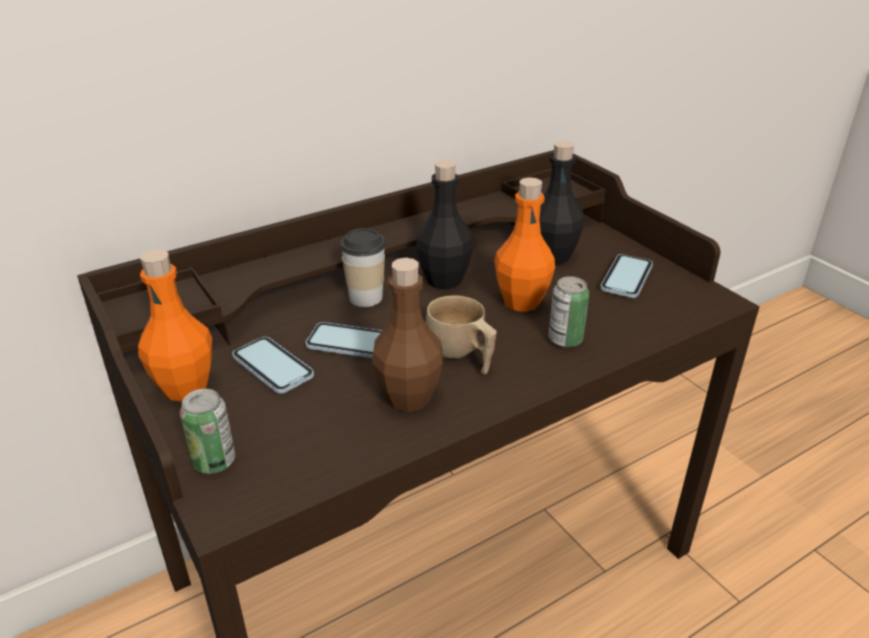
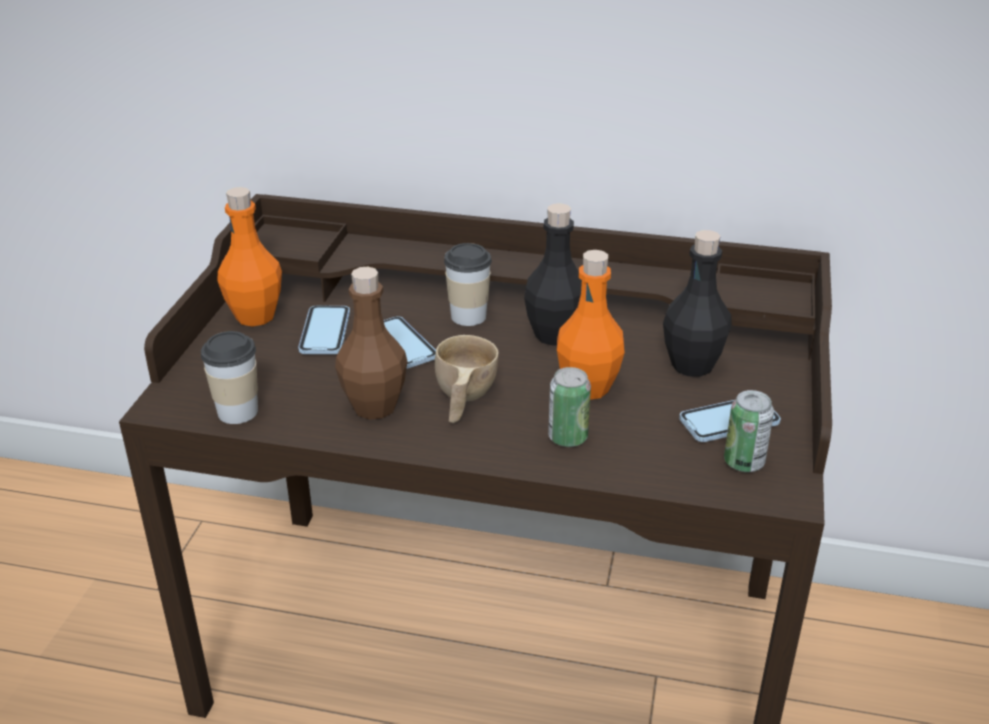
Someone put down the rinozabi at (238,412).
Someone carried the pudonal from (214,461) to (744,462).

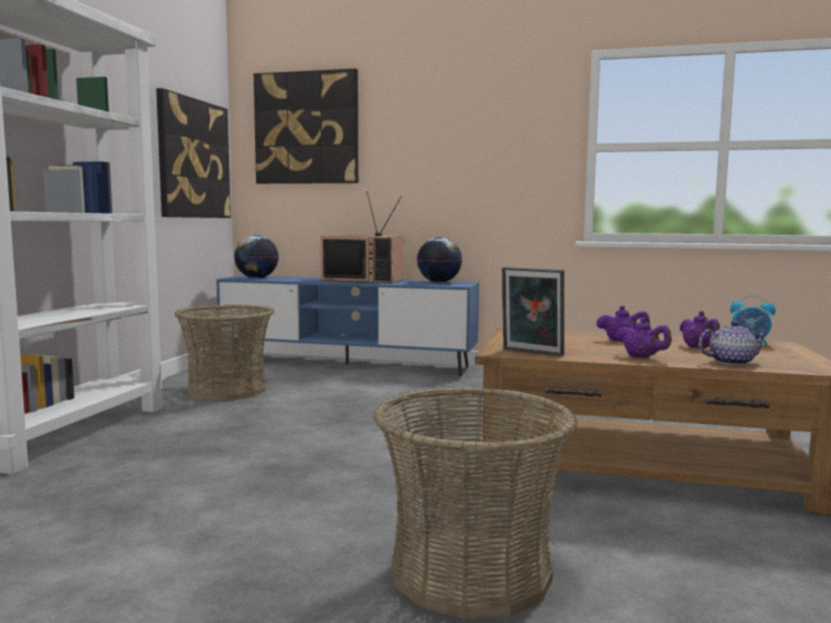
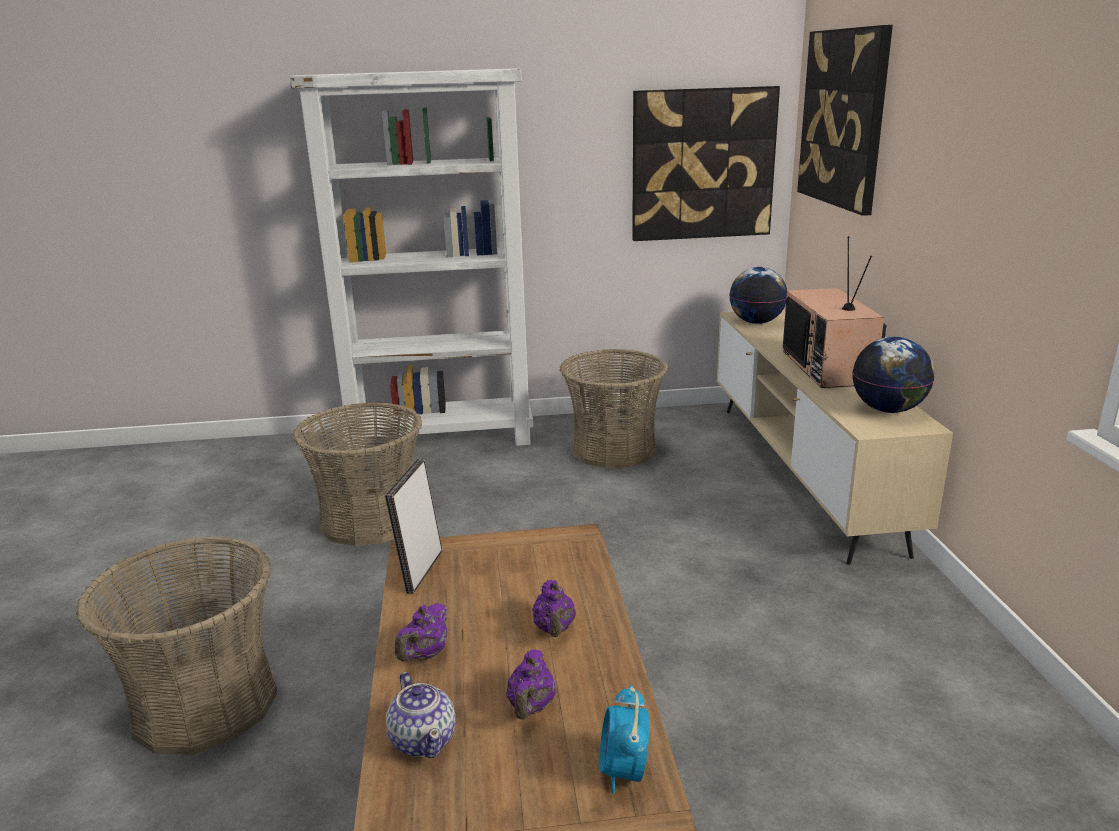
Someone put down the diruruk at (370,519).
Someone rotated the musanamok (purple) at (699,348) by 45 degrees counterclockwise.
Someone repainted the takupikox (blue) at (347,364), which became the takupikox (beige) at (801,472).

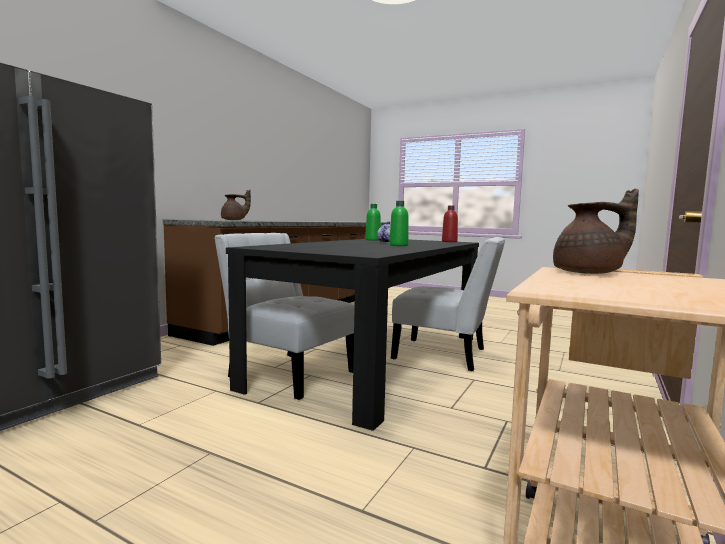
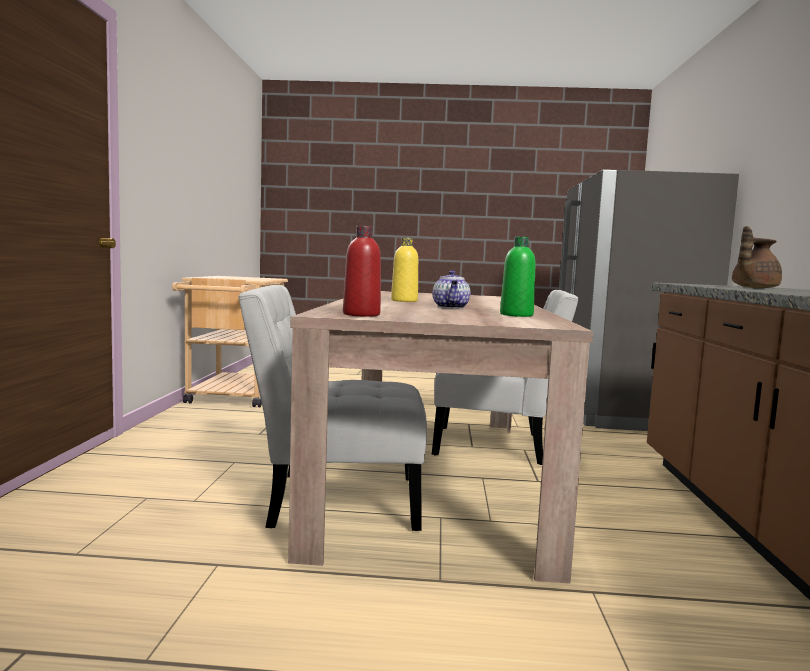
Someone repainted the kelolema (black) at (374,360), which became the kelolema (beige) at (432,474).
Someone repainted the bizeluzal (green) at (398,245), which became the bizeluzal (yellow) at (404,301).
Someone took away the musanamok (brown) at (590,273).

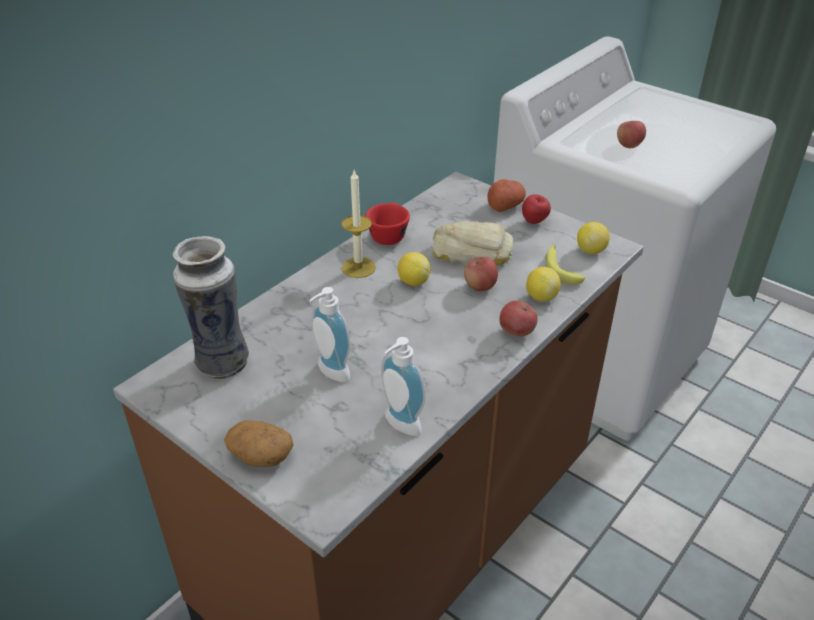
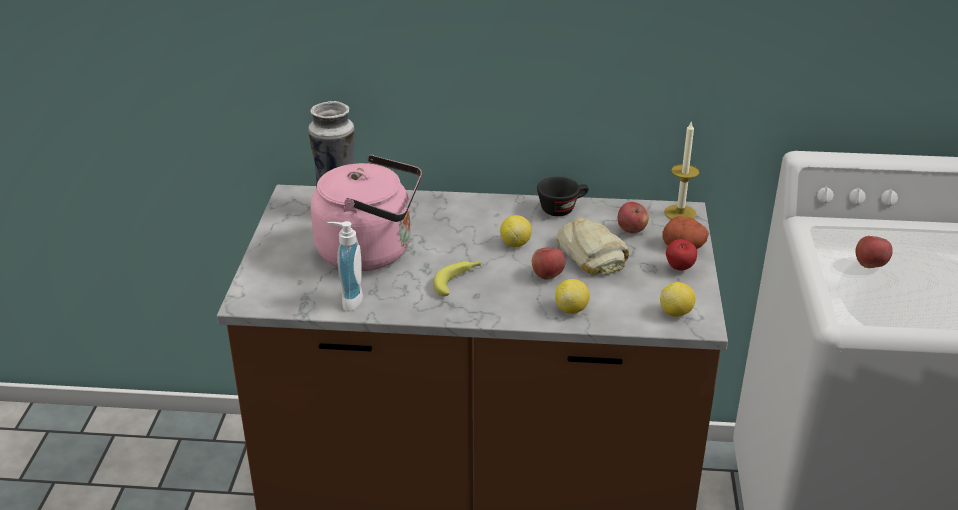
Someone swapped the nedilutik at (330,373) for the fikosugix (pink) at (371,252).
Someone carried the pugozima from (560,267) to (458,281).
Someone repainted the rinozabi (red) at (388,234), which became the rinozabi (black) at (562,208).
Someone carried the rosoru from (516,332) to (631,230).
Someone carried the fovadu from (358,267) to (680,213).
Someone took away the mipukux at (260,455).

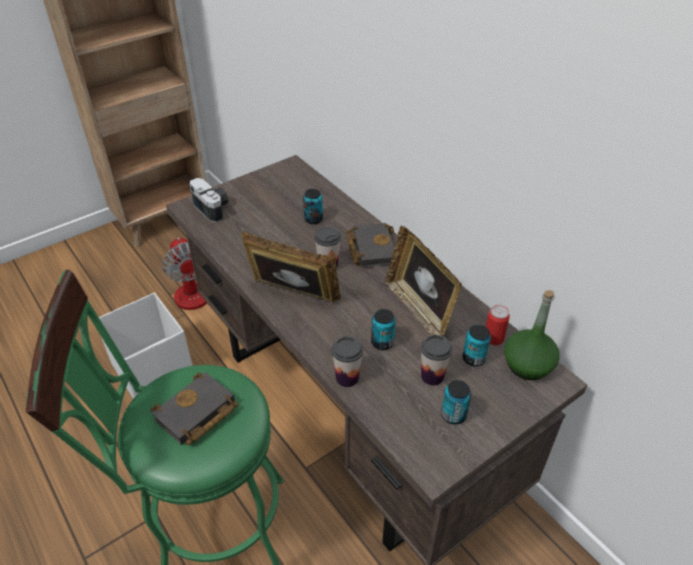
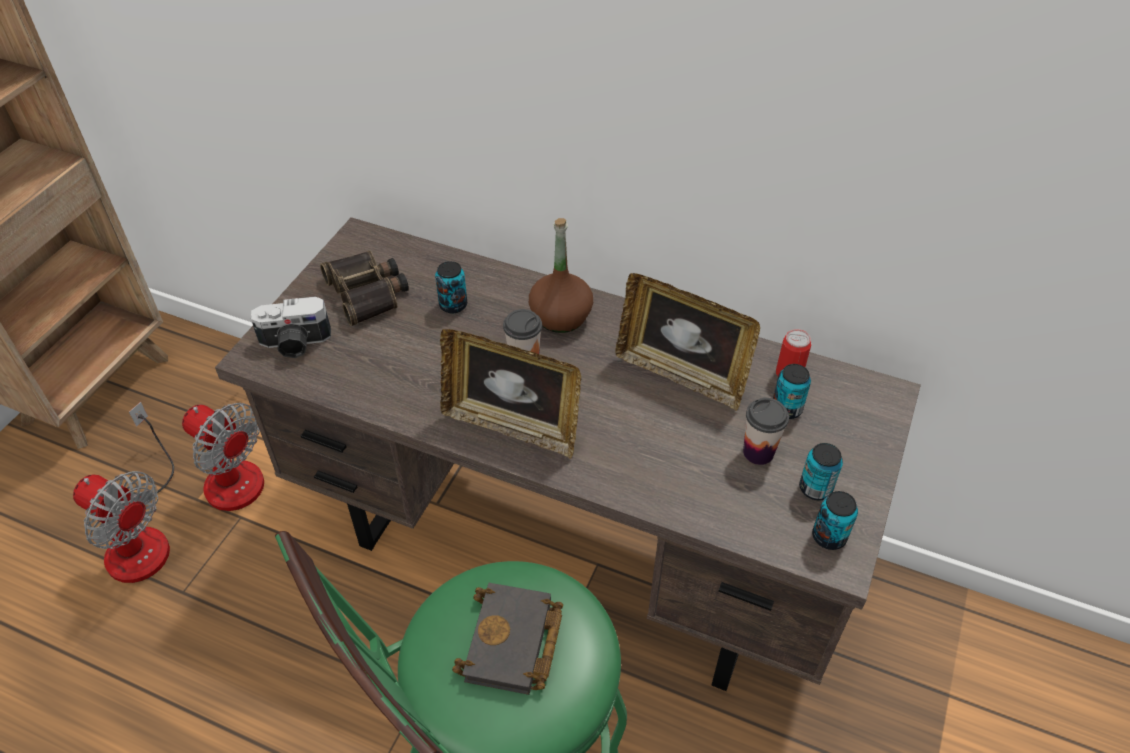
Someone put down the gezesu at (142,535).
Someone rotated the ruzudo at (213,208) by 150 degrees clockwise.
Someone put down the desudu at (368,292).
Someone rotated the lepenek at (292,296) by 150 degrees counterclockwise.
Someone swapped the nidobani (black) at (370,248) for the bizeluzal (brown) at (560,316).
Someone carried the pudonal from (382,343) to (829,536).
Someone took away the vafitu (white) at (153,370).
Someone took away the rinozabi at (347,378).
Someone took away the bizeluzal (green) at (527,365).

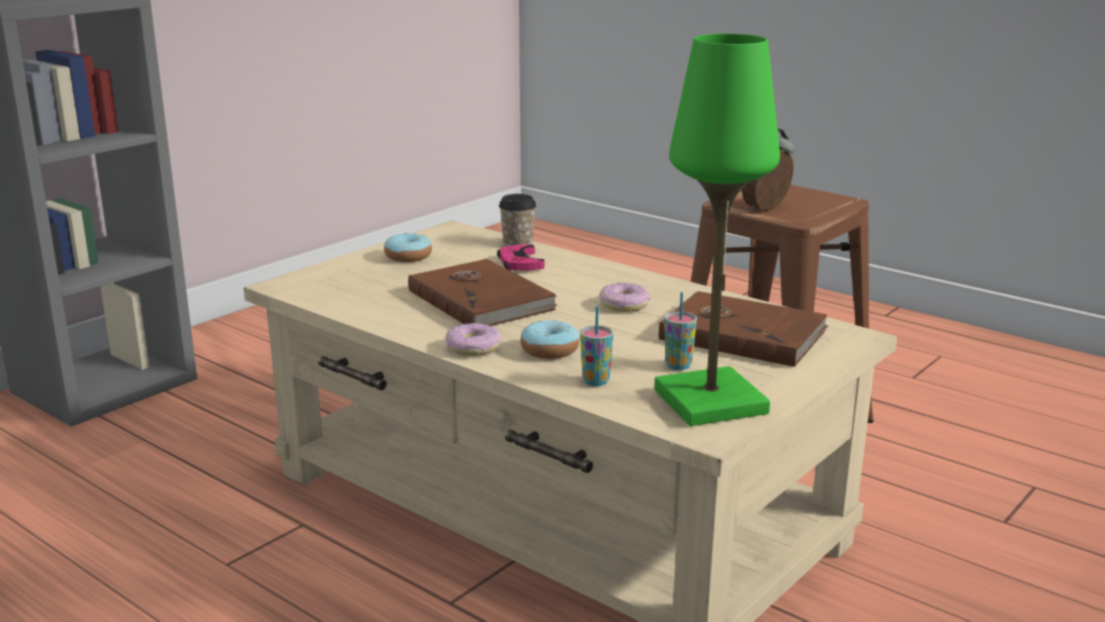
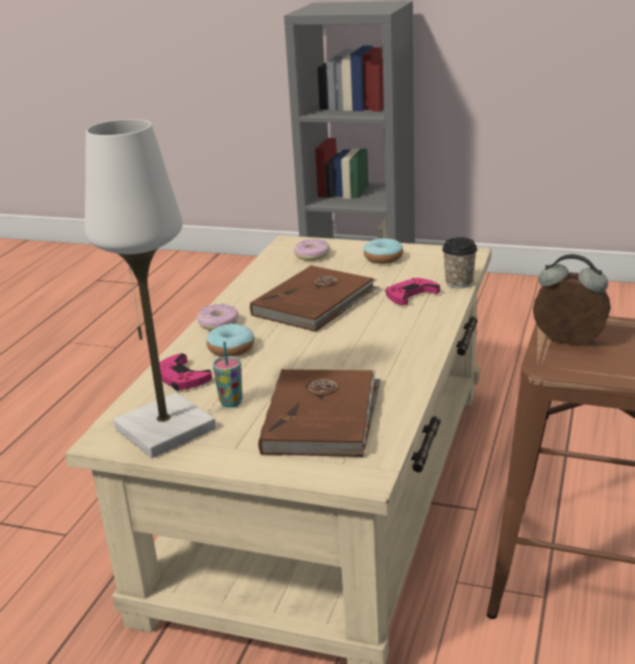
Someone repainted the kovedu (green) at (711,402), which became the kovedu (white) at (165,429).
Someone swapped the rinozabi at (596,381) for the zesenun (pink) at (181,378).
Someone carried the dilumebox from (623,305) to (312,255).

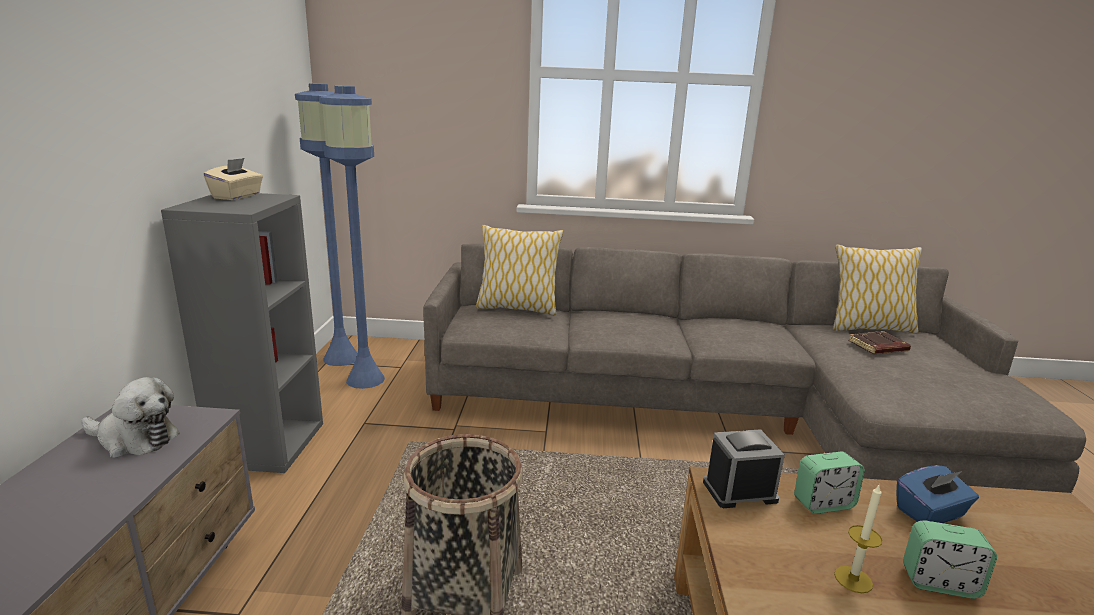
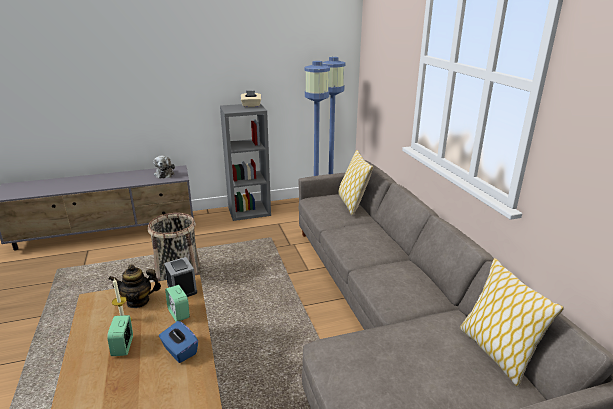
Someone put down the musanamok at (138,301).
Someone took away the nidobani (brown) at (878,347).

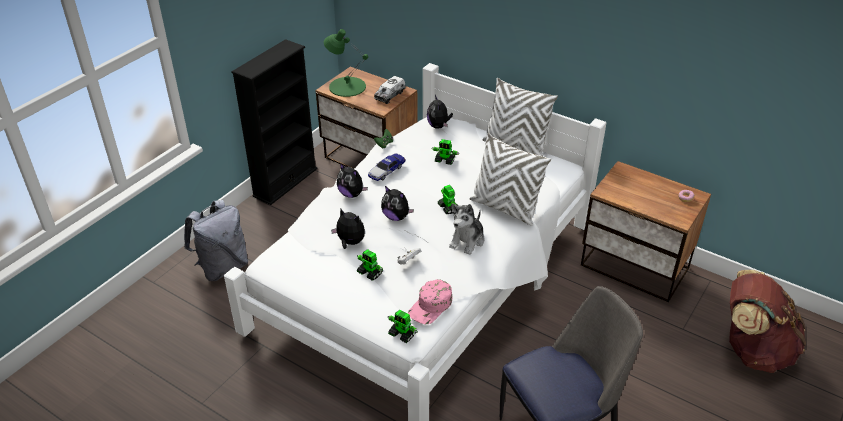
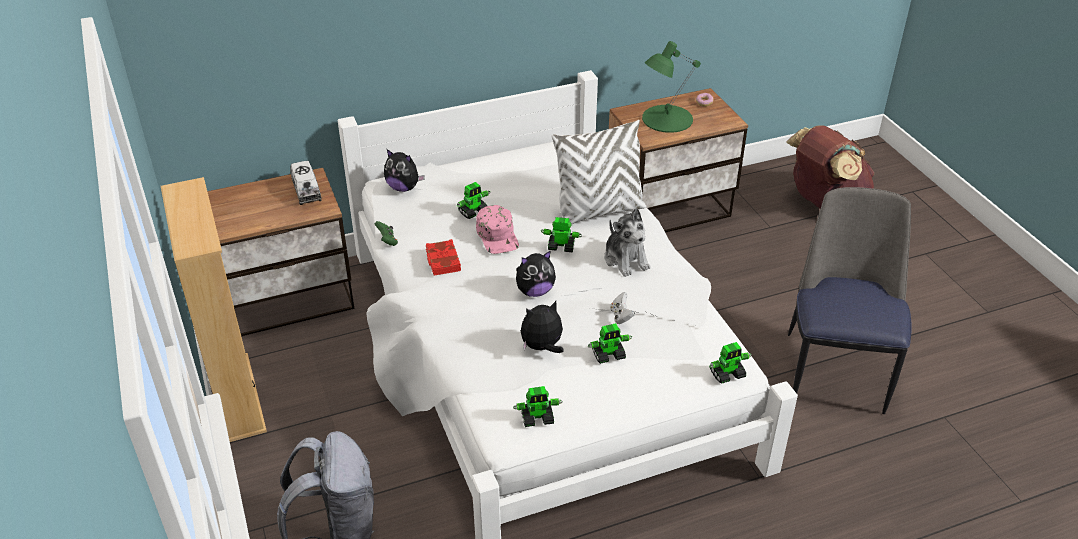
Someone repainted the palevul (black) at (285,182), which became the palevul (beige) at (237,397).
Someone swapped the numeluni at (386,170) for the nidobani (red) at (442,261).
Someone carried the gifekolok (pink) from (431,306) to (498,236).
Someone put down the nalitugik at (537,418).
Someone carried the kovedu (green) from (347,86) to (666,119).
Someone took away the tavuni at (351,194).
Someone took away the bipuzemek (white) at (515,145).

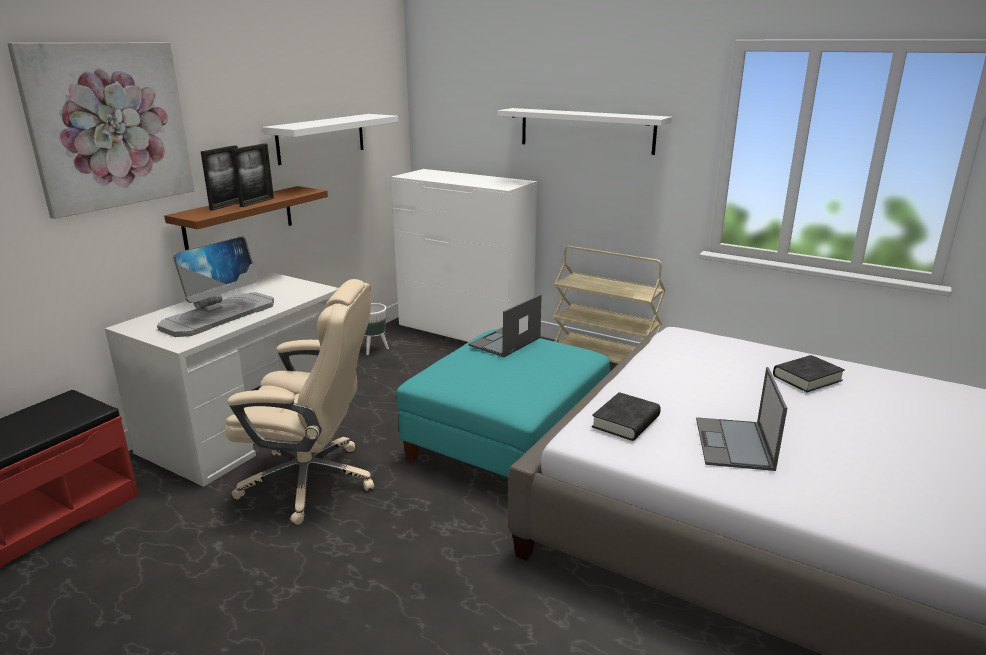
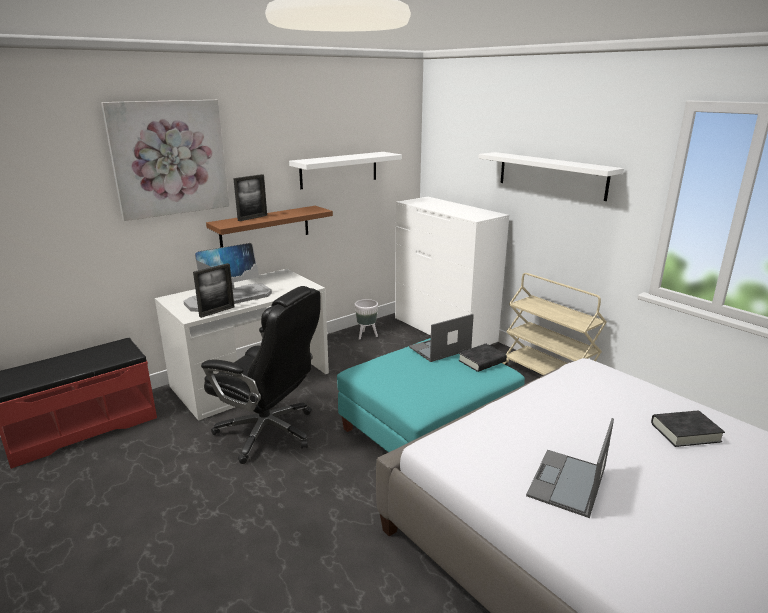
Someone carried the lepenek from (257,202) to (217,311).
Someone repainted the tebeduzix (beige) at (312,481), which became the tebeduzix (black) at (268,432).
Someone carried the nidobani (black) from (626,422) to (482,361).

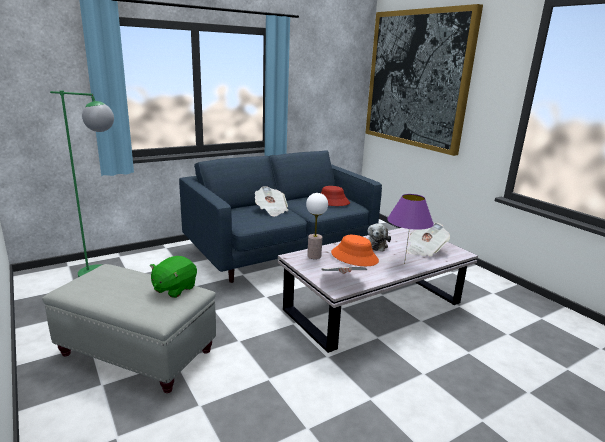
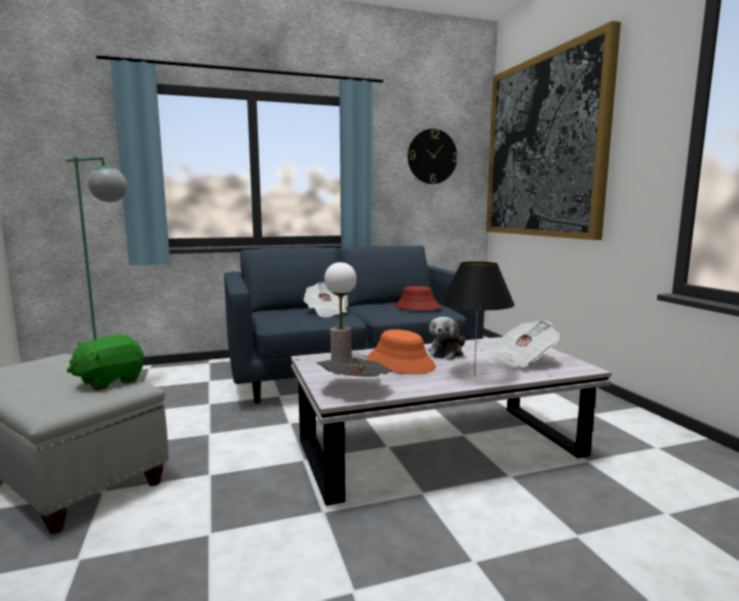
Someone put up the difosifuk at (432,156).
Someone repainted the kovedu (purple) at (404,263), which became the kovedu (black) at (474,375).

